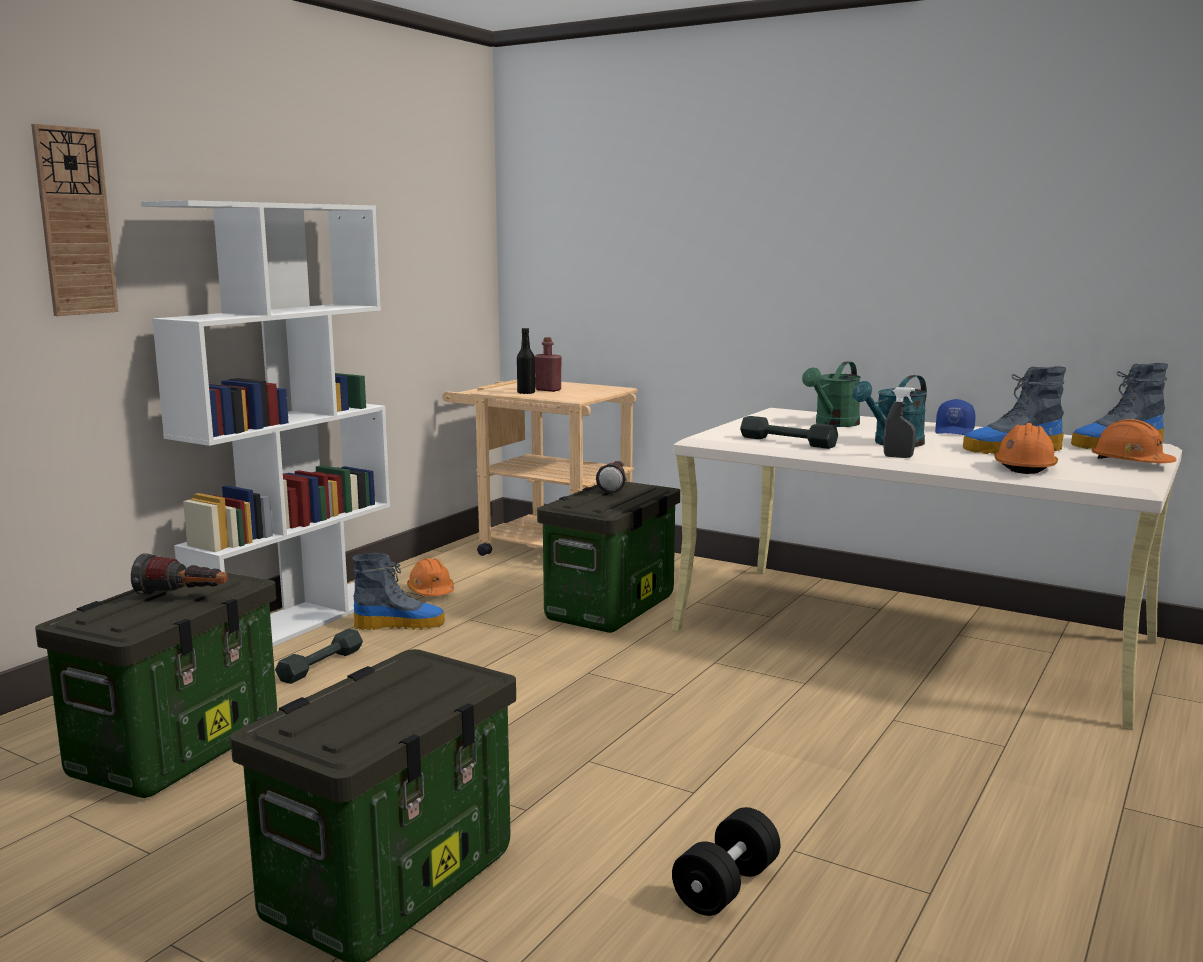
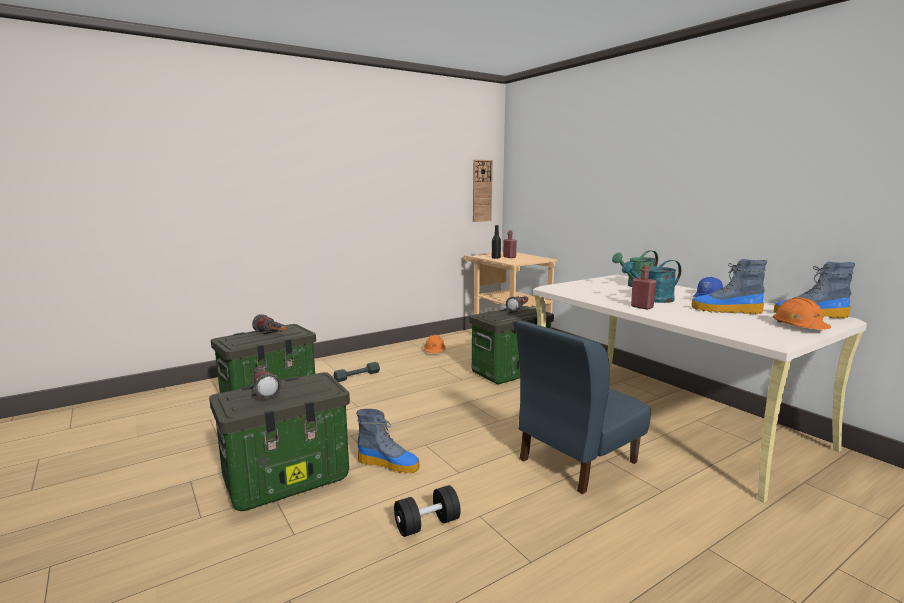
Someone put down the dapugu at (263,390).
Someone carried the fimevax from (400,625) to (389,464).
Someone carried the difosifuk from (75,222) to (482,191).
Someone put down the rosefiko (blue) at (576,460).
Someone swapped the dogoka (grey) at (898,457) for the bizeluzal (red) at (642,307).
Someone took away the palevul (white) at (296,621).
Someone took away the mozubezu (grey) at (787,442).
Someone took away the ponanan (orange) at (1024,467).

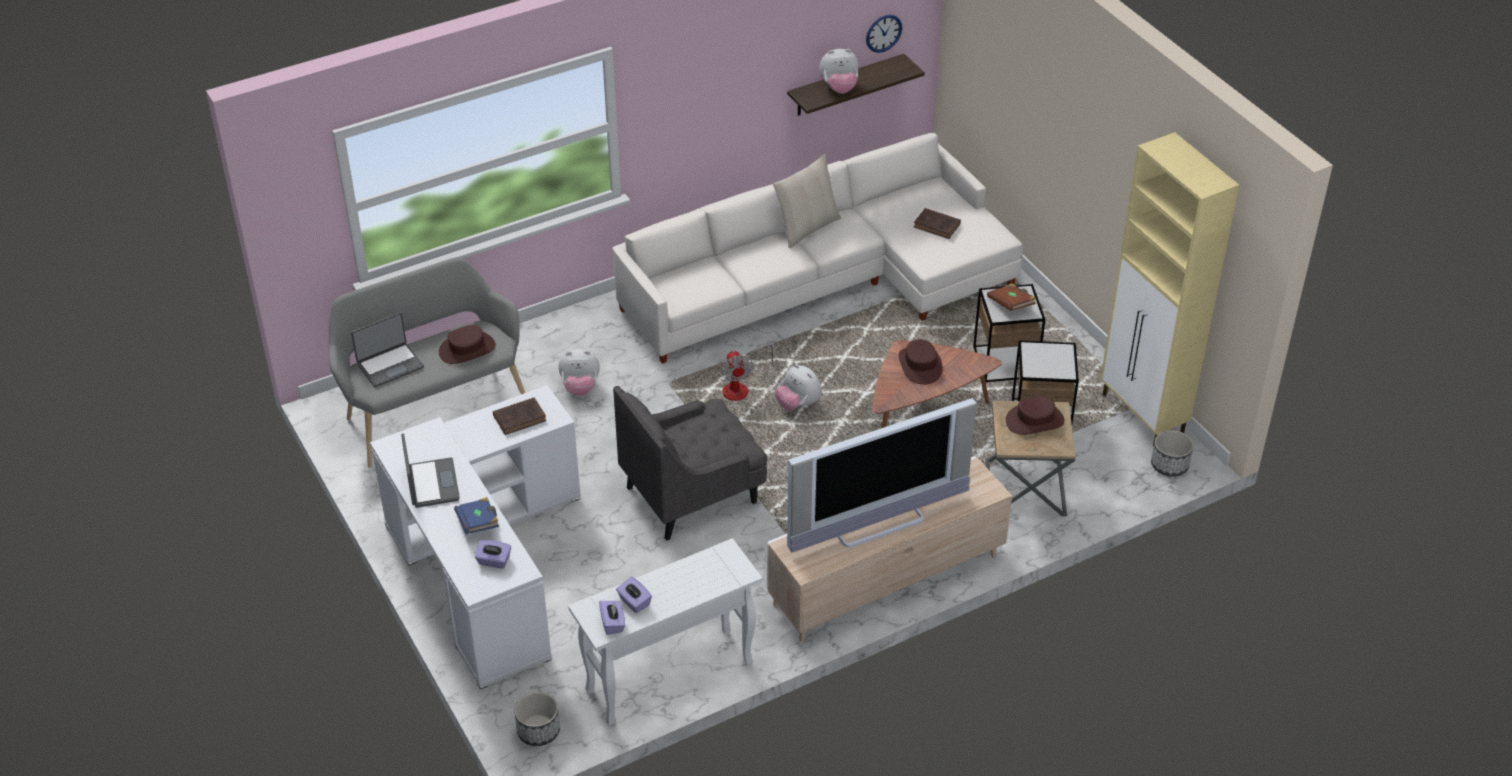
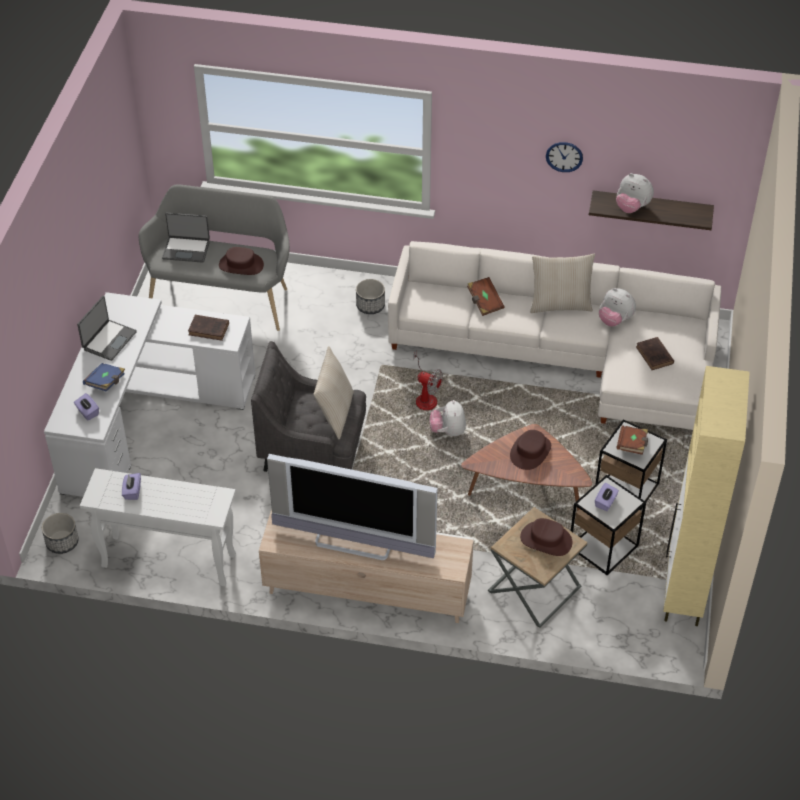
Someone put down the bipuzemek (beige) at (334,413).
Someone carried the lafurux from (1169,465) to (370,305).
Someone rotated the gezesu at (741,387) by 90 degrees counterclockwise.
Someone put down the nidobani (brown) at (484,302).
Someone carried the difosifuk from (883,33) to (564,156).
Someone carried the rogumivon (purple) from (613,623) to (605,502).
Someone carried the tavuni from (580,387) to (615,320).

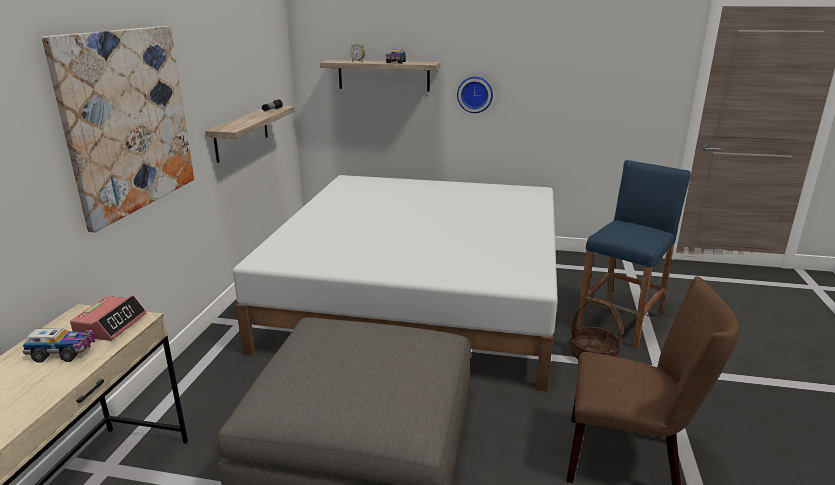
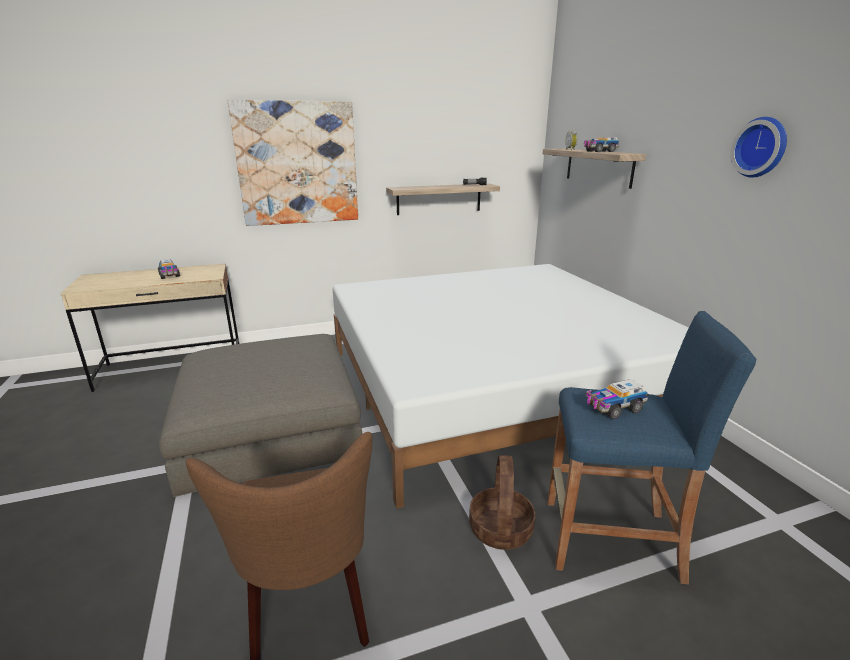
Someone put down the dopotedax at (613,408).
Someone carried the difosifuk from (475,94) to (761,147).
Someone took away the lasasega at (111,325).

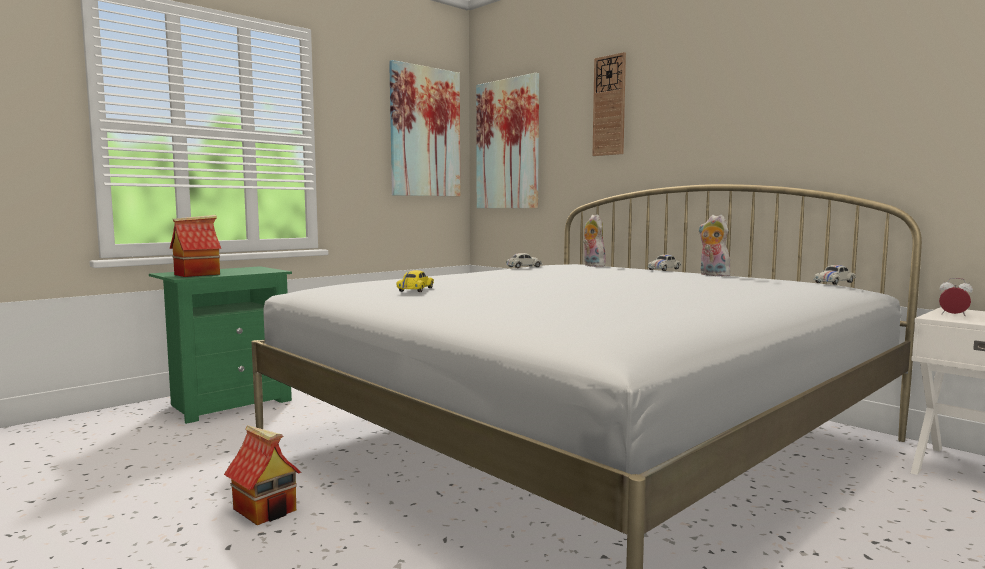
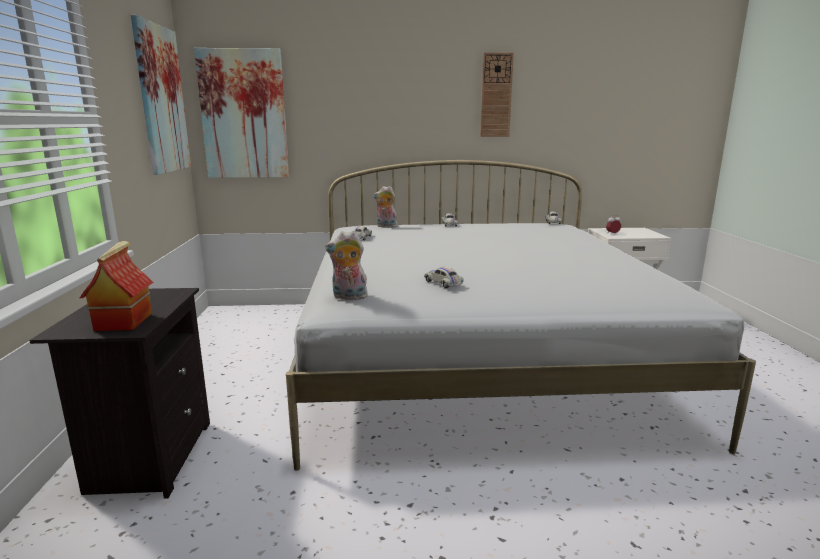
Someone repainted the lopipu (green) at (228,403), which became the lopipu (black) at (149,457).
Someone carried the tavuni from (712,275) to (348,297).
Someone repainted the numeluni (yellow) at (416,290), which became the numeluni (white) at (443,283).
Someone carried the difosifuk from (609,105) to (496,95).
Someone took away the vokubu at (266,509).

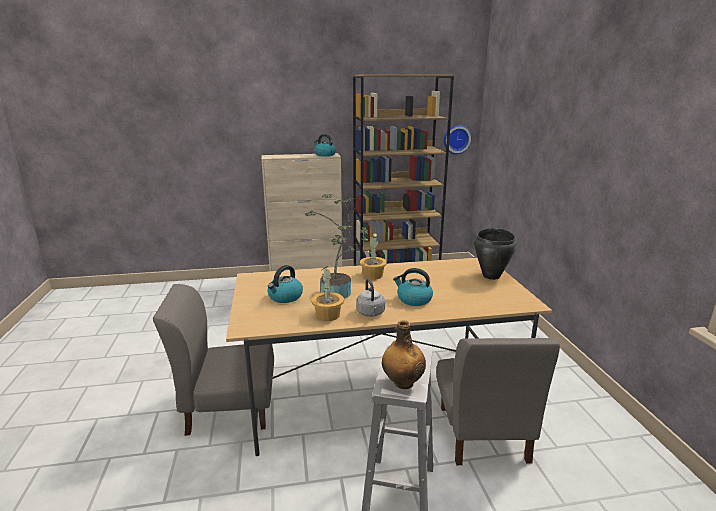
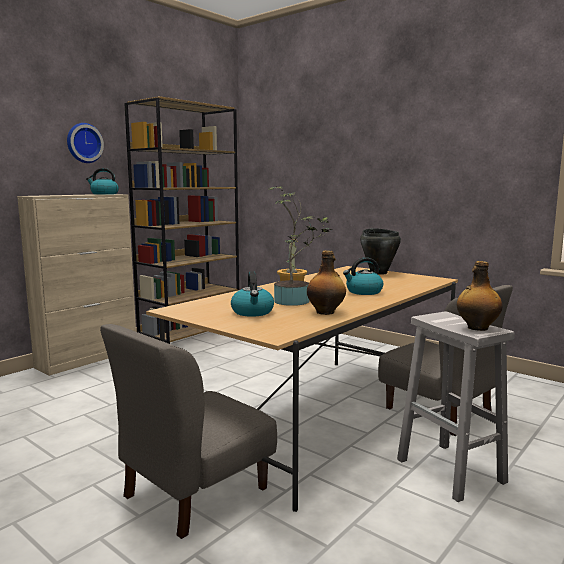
Someone carried the difosifuk from (456,139) to (83,143).
Someone swapped the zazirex at (328,315) for the bizeluzal at (326,312).
Someone took away the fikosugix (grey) at (371,313).

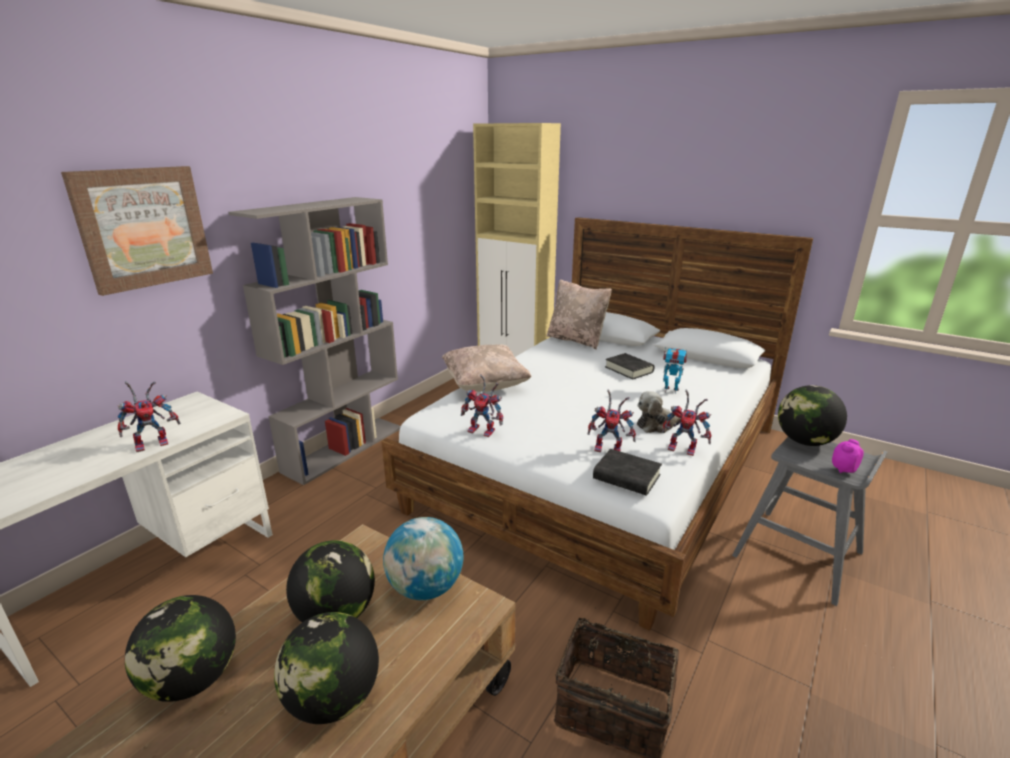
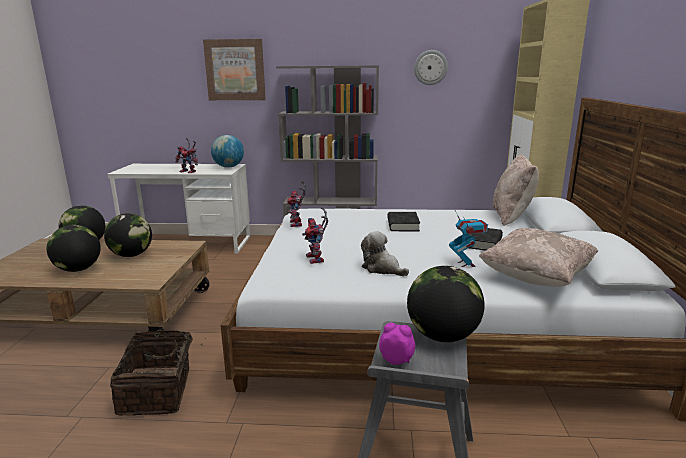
Someone carried the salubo from (426,587) to (228,167).
Someone carried the nidobani (black) from (626,477) to (403,225).
Someone put up the difosifuk at (430,67).
Someone carried the bipuzemek (beige) from (485,385) to (536,278).
Someone took away the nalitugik at (684,449).

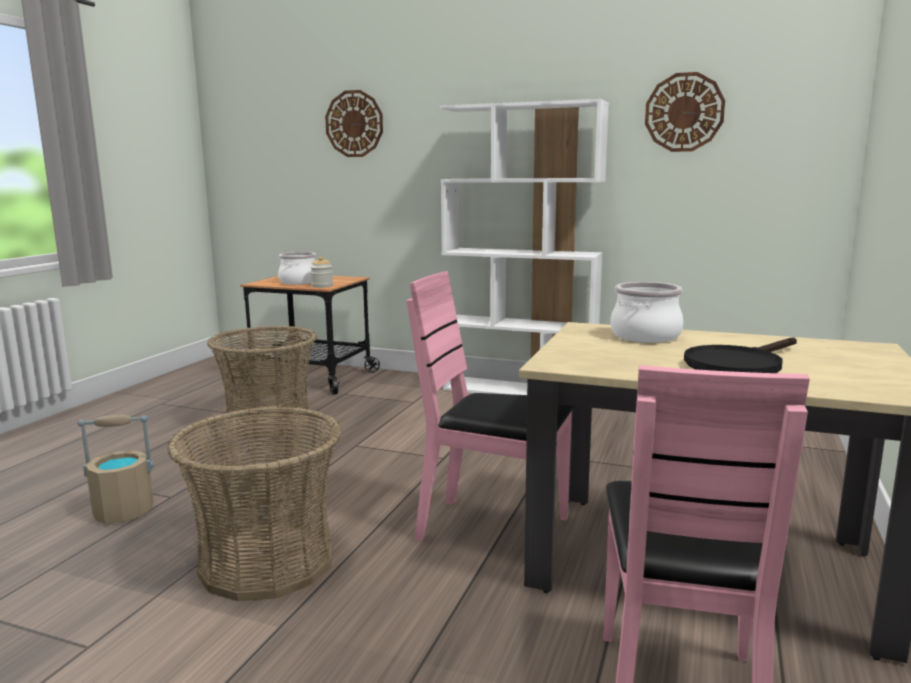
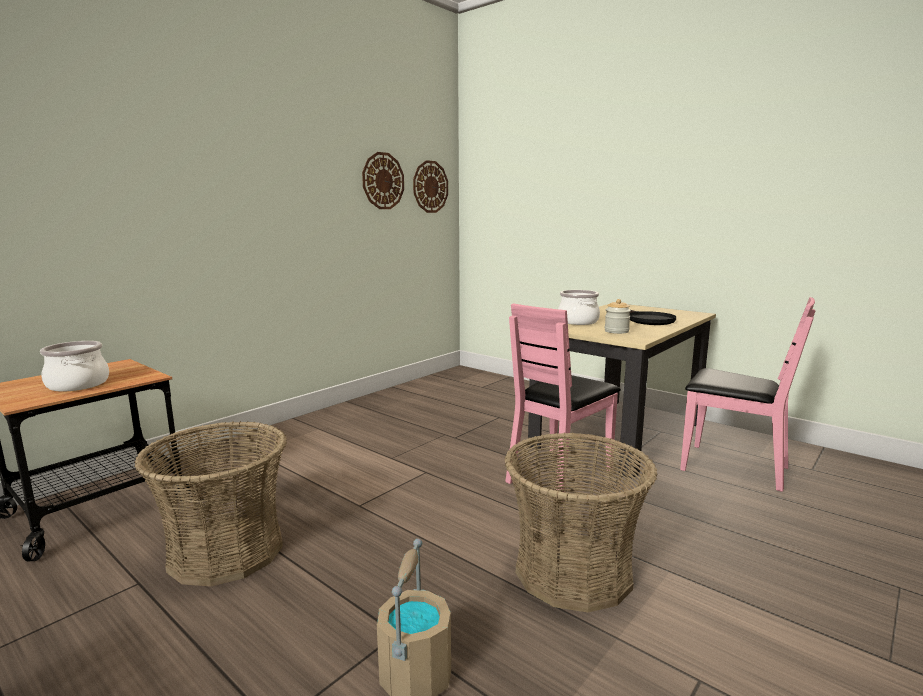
Someone carried the difosifuk from (354,124) to (430,187).
Someone carried the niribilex from (322,286) to (616,331).
Someone took away the palevul (white) at (520,391).

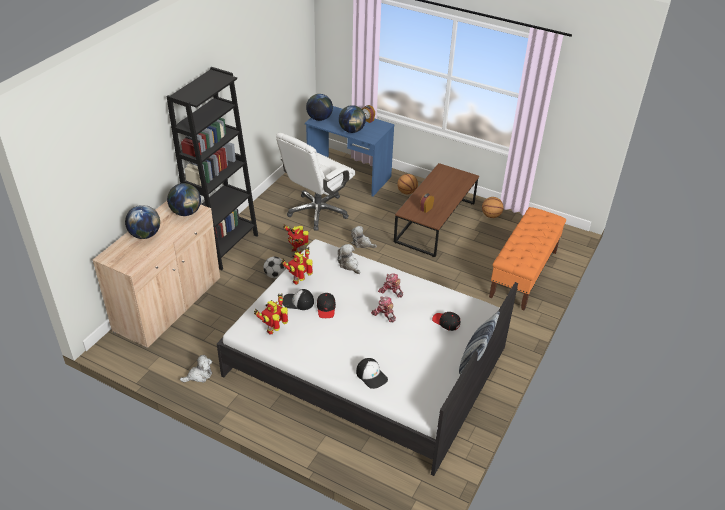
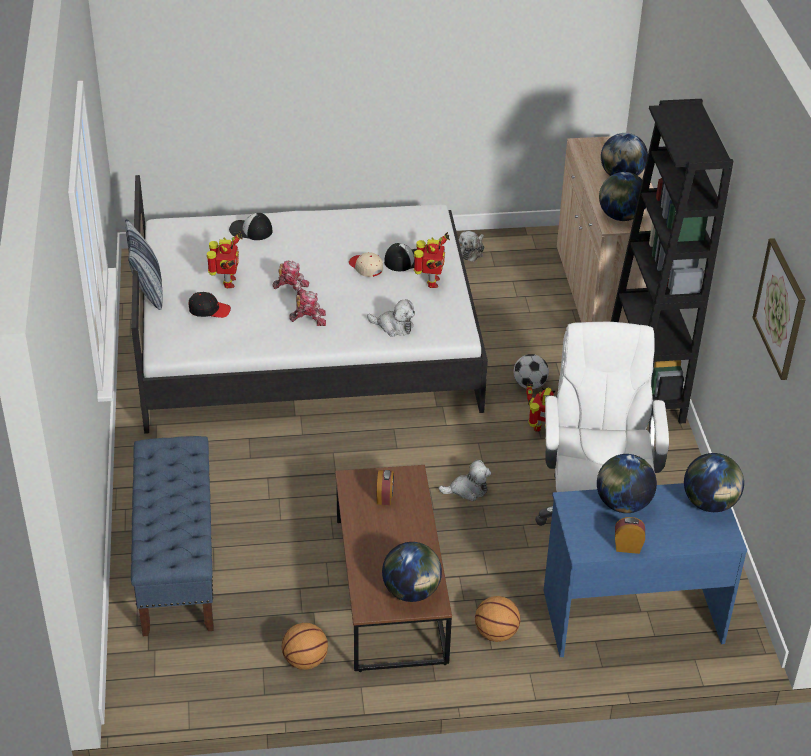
Someone repainted the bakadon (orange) at (523,274), which became the bakadon (blue) at (177,562).
Someone carried the nalitugik from (274,330) to (227,283).
Someone repainted the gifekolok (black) at (326,308), which became the gifekolok (beige) at (366,267).
Someone put down the salubo at (411,591).
Someone put up the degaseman at (780,308).

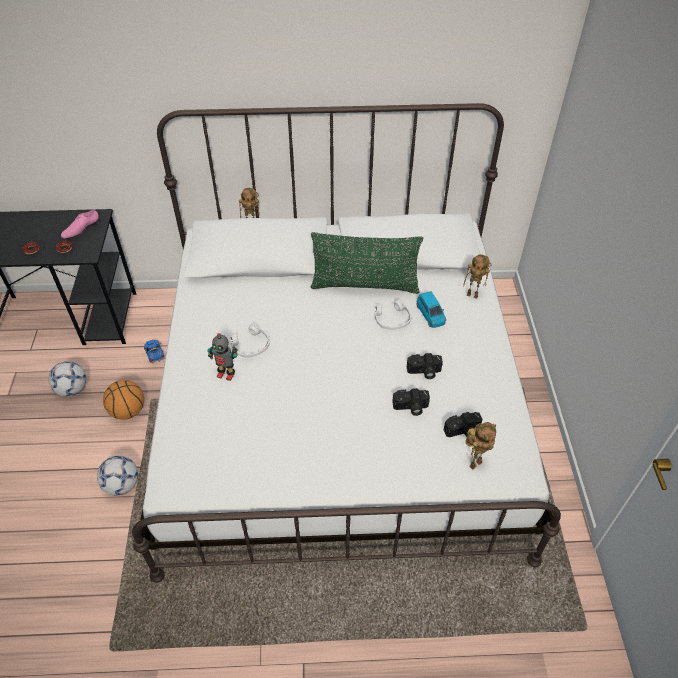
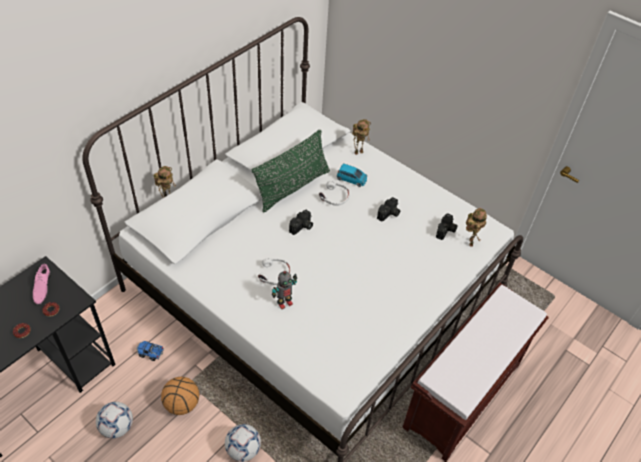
Someone carried the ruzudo from (410,408) to (302,227).
Someone put down the bakadon (brown) at (463,393).

